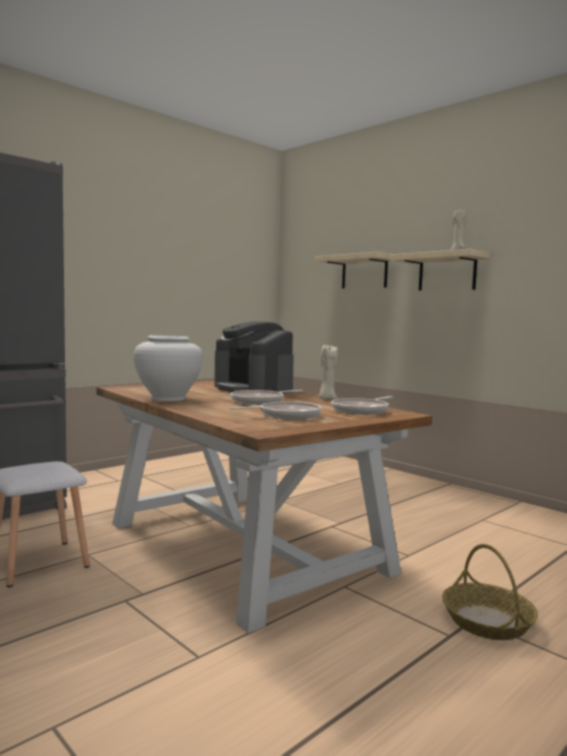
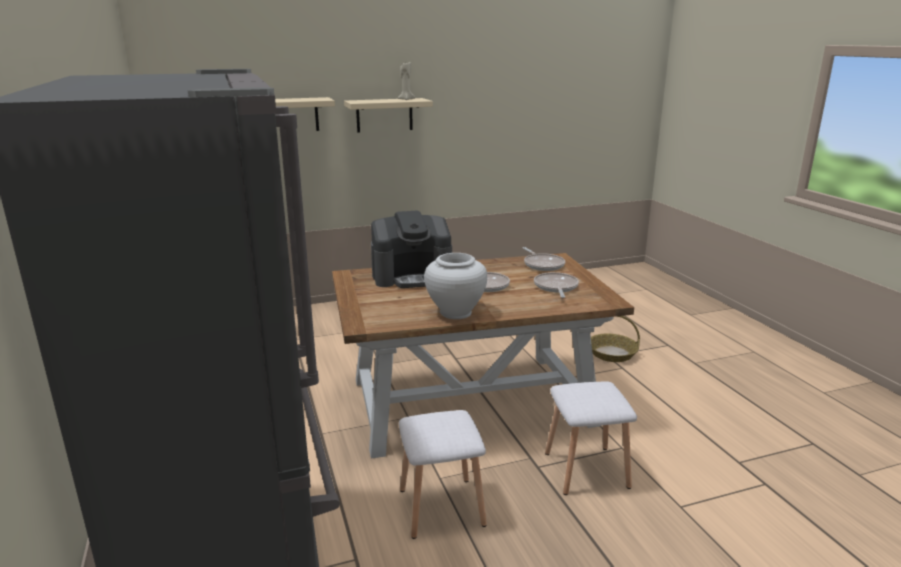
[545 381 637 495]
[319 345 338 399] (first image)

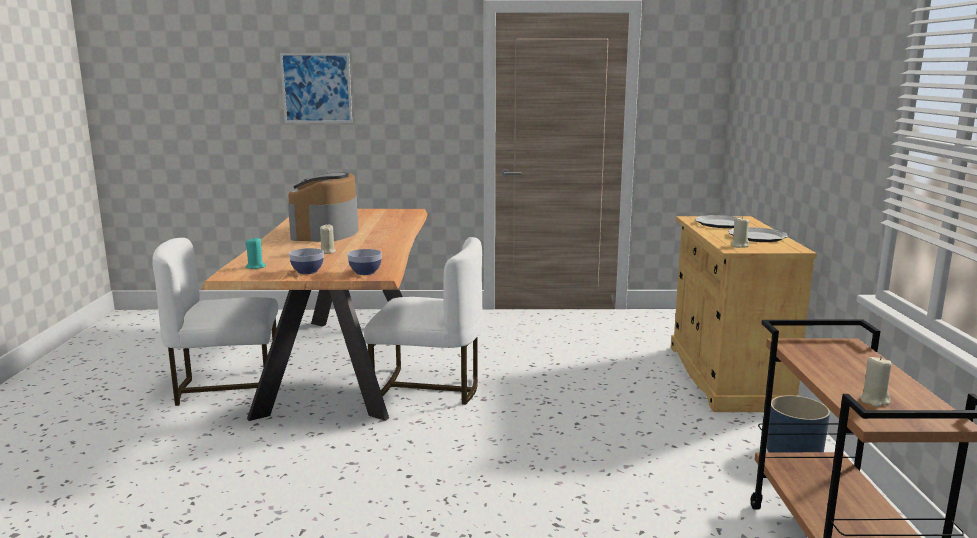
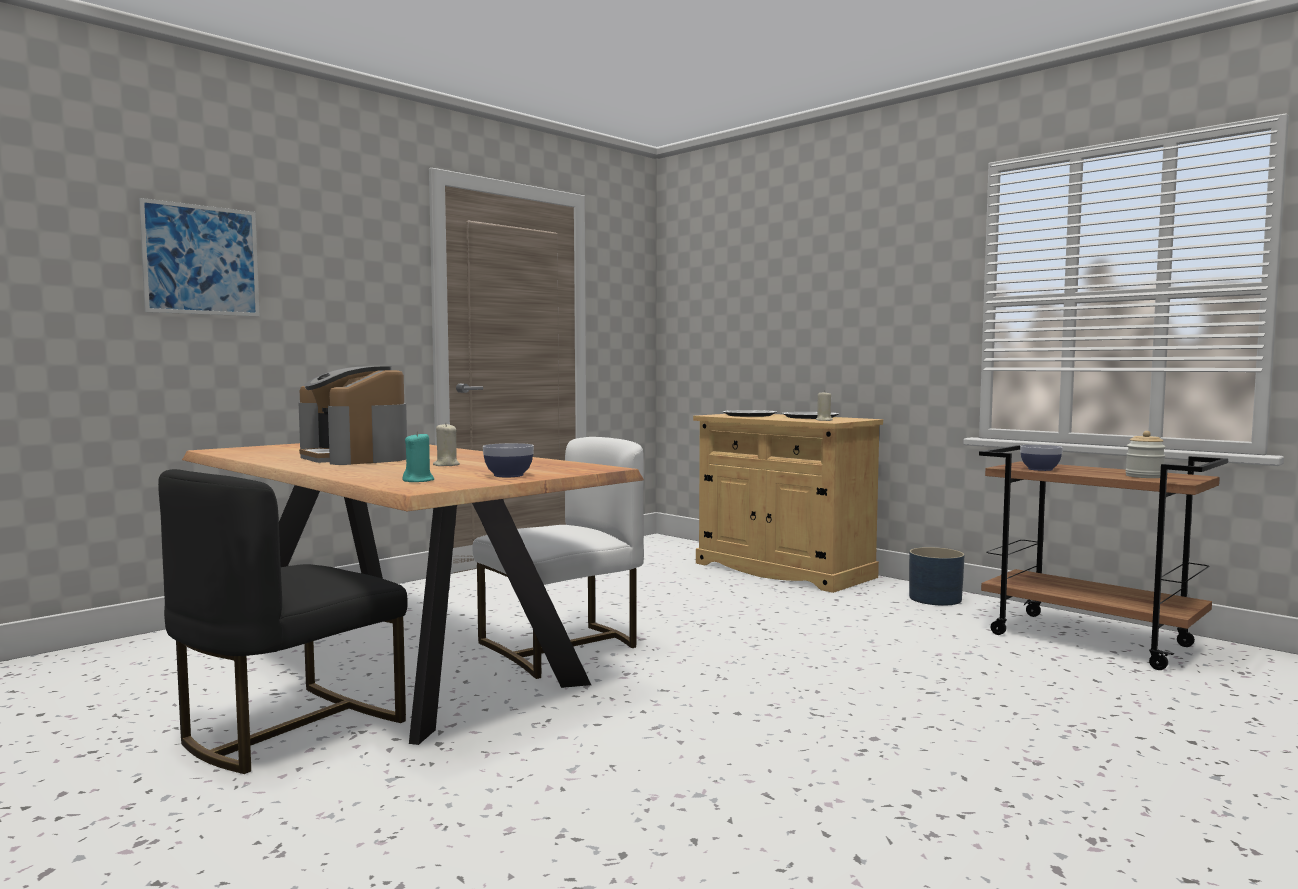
[158 469 408 774]
[1020 445 1063 471]
[1125 431 1166 478]

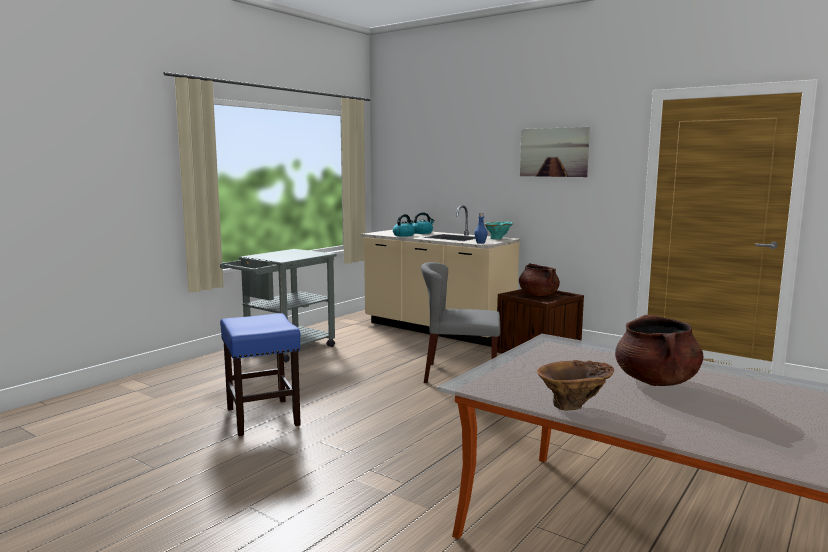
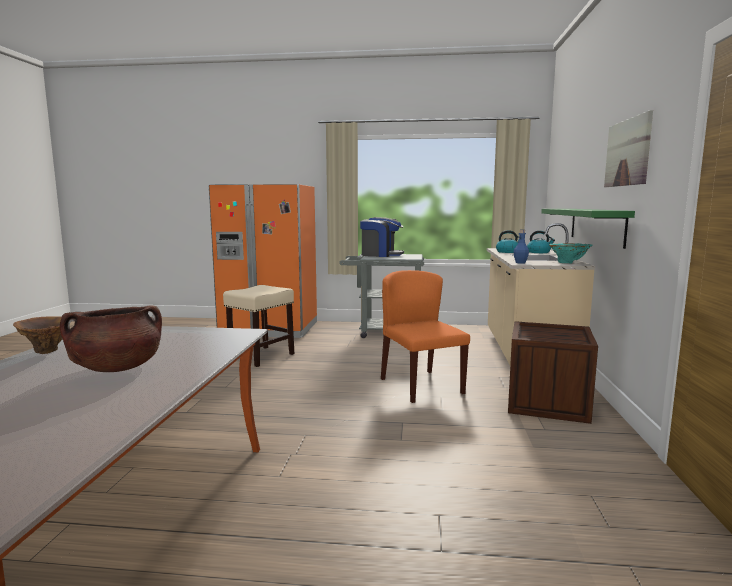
[209 184 317 338]
[223 285 294 367]
[360 217 404 257]
[381 270 470 403]
[541 209 635 249]
[519 263 560 296] (first image)

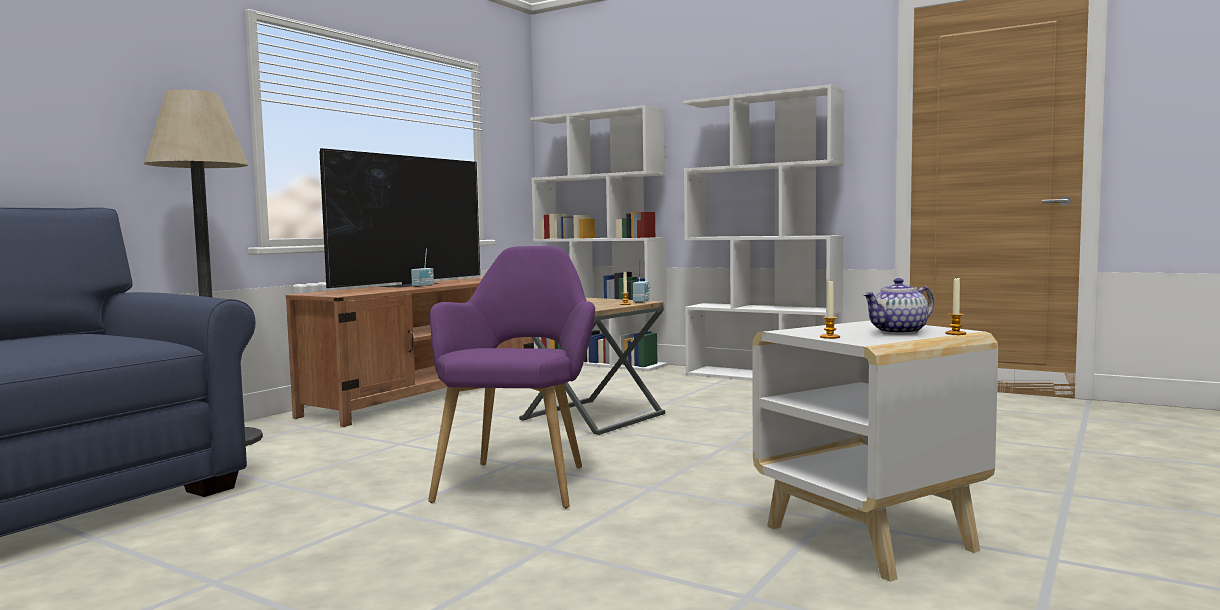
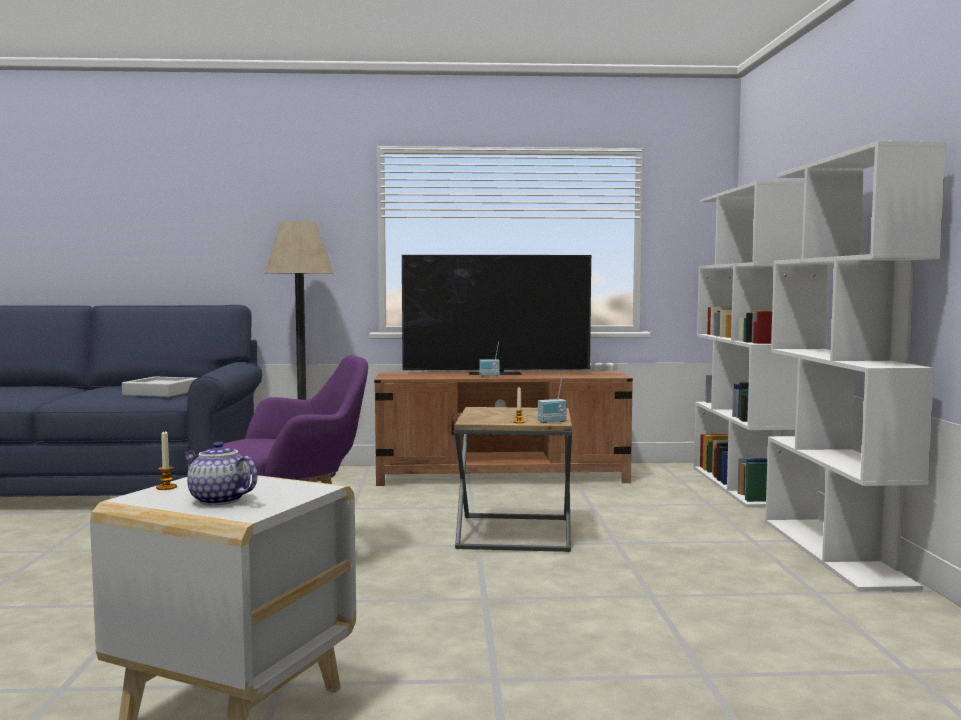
[122 376 197 397]
[945 278 966 335] (first image)

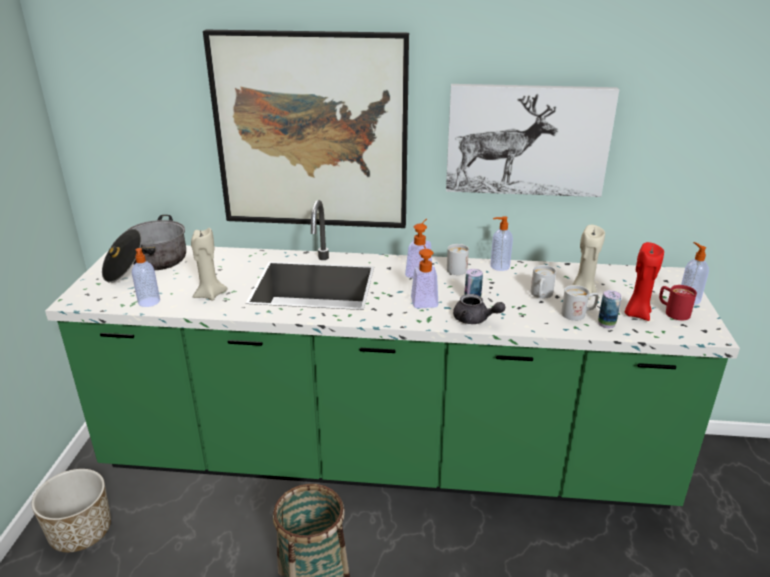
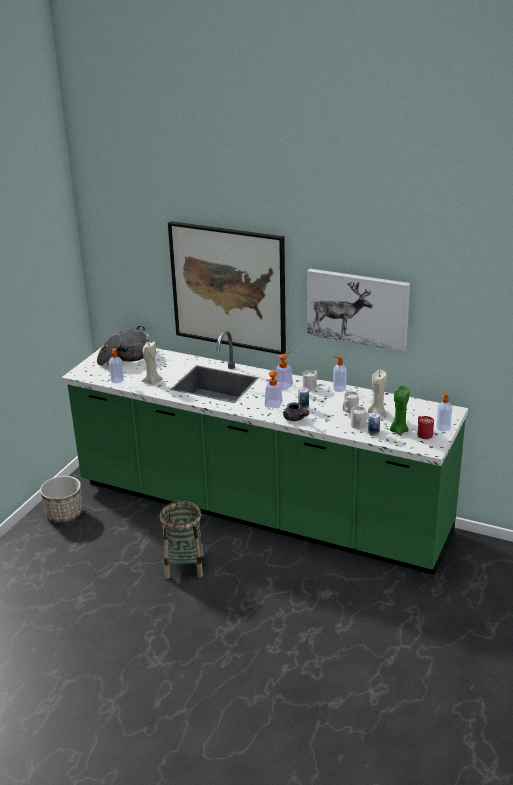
[390 386 409 436]

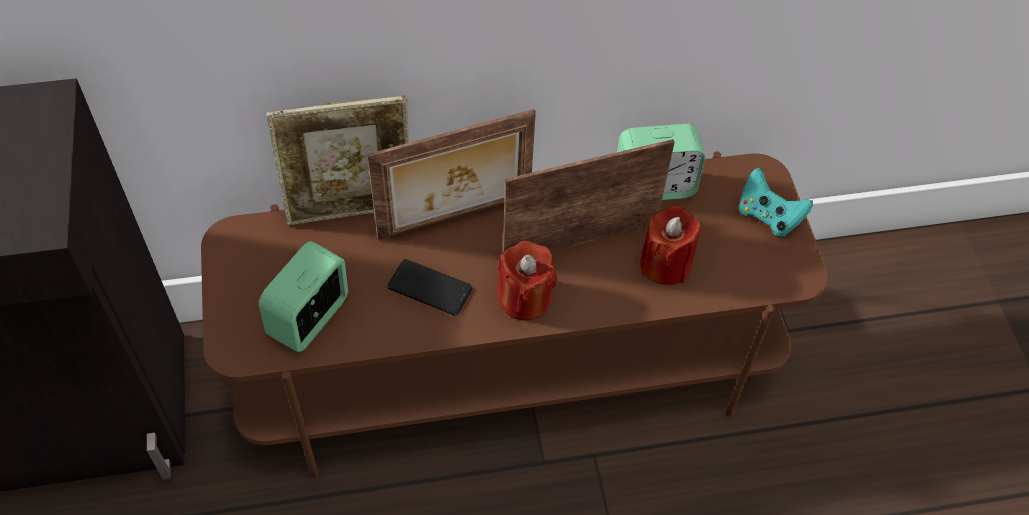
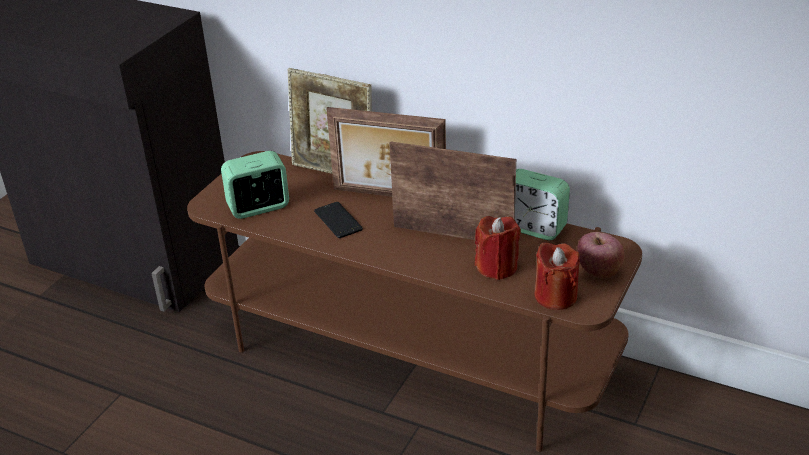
[534 242 580 310]
[577 232 624 278]

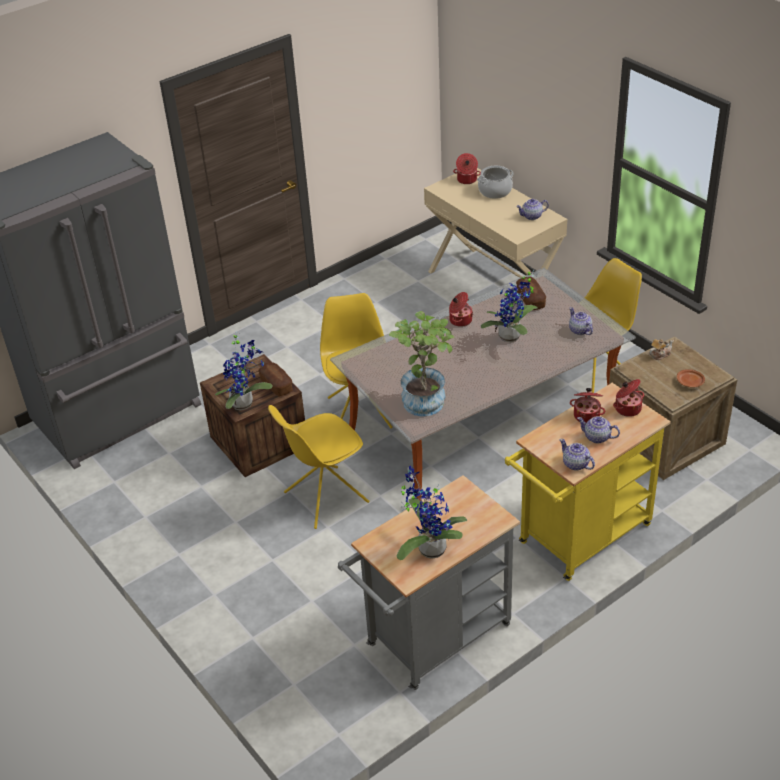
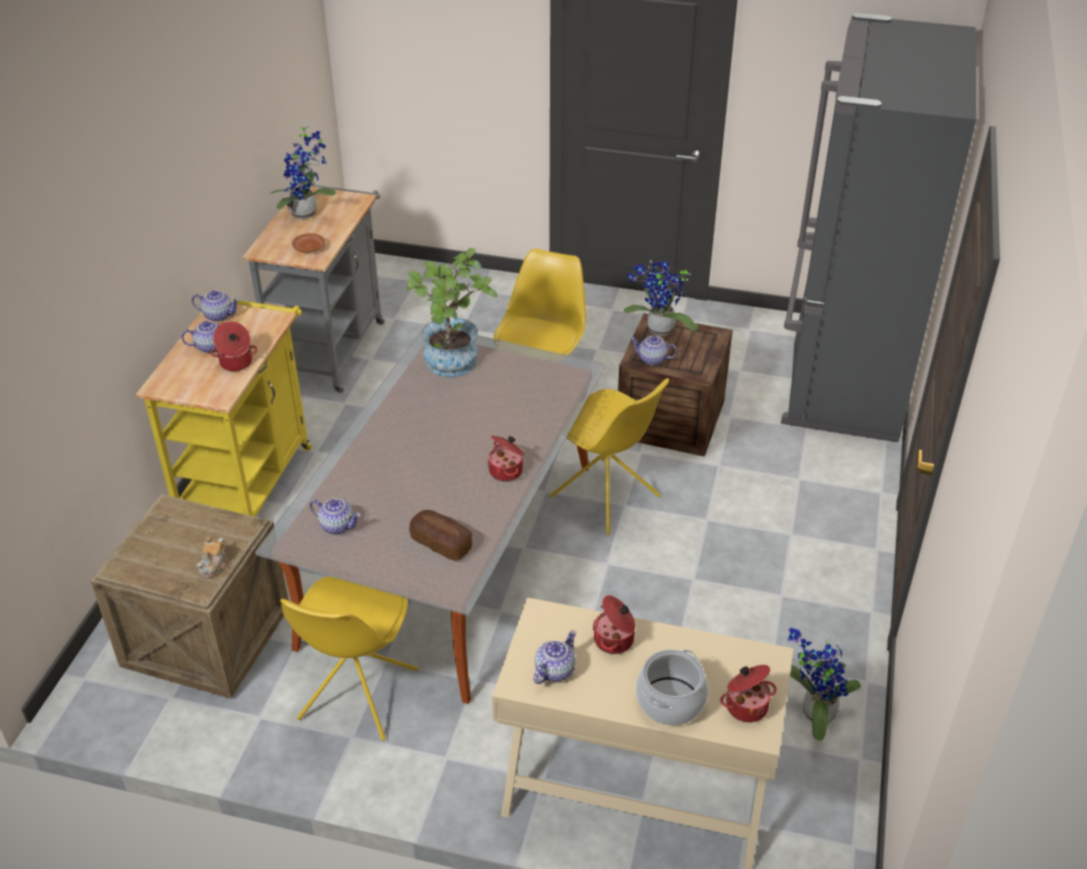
[292 233 325 253]
[592 595 635 654]
[630 336 677 365]
[788 628 861 741]

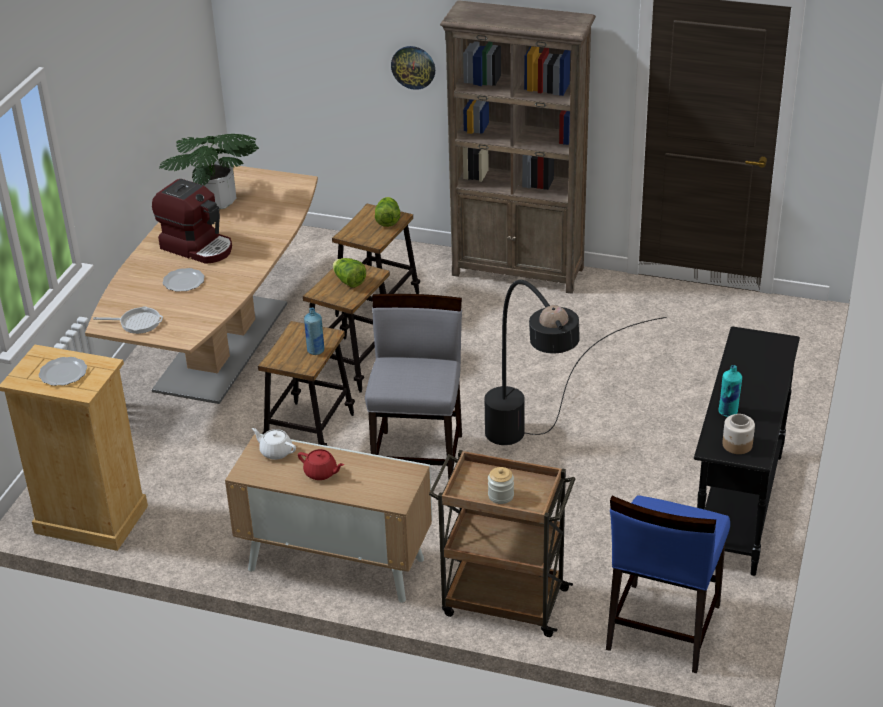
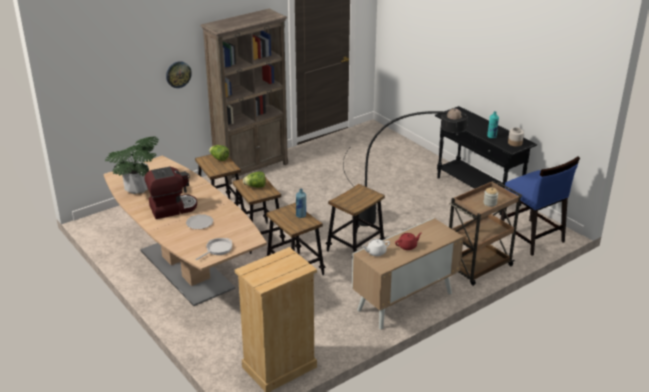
[326 184 386 253]
[39 357 87 386] (first image)

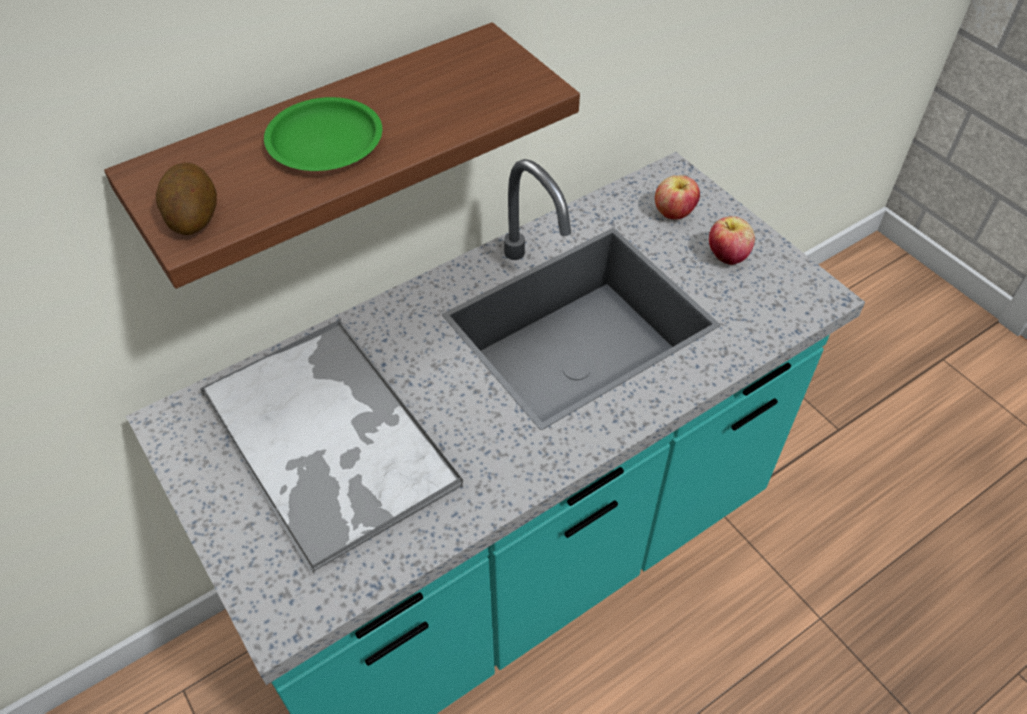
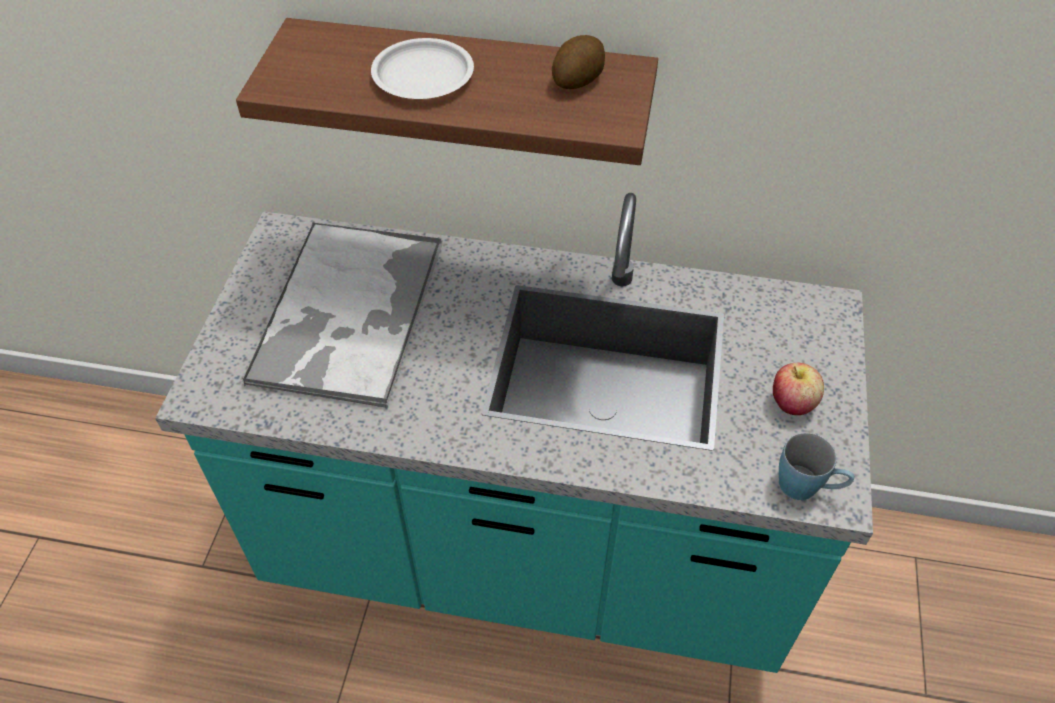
[371 38 474 99]
[552 35 605 89]
[779 433 855 500]
[655 175 700 219] (first image)

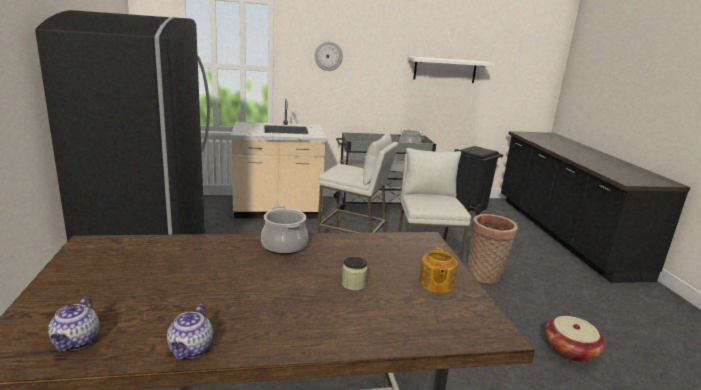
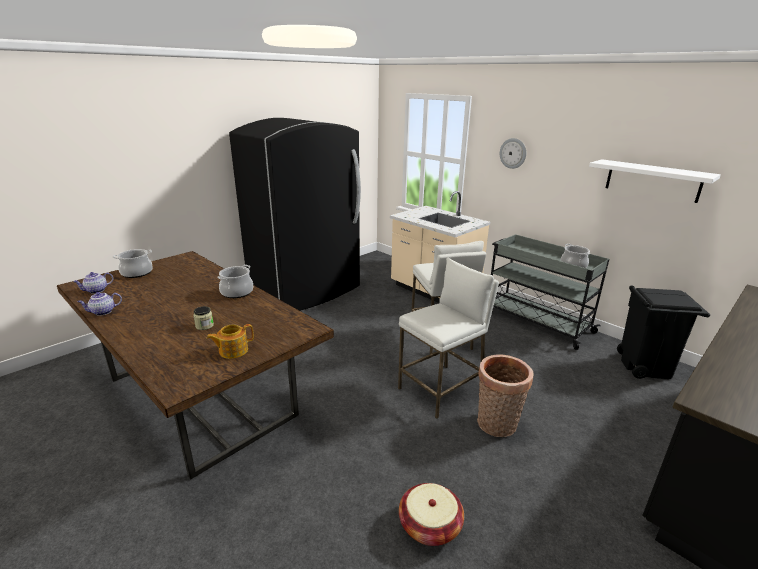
[112 249 153 278]

